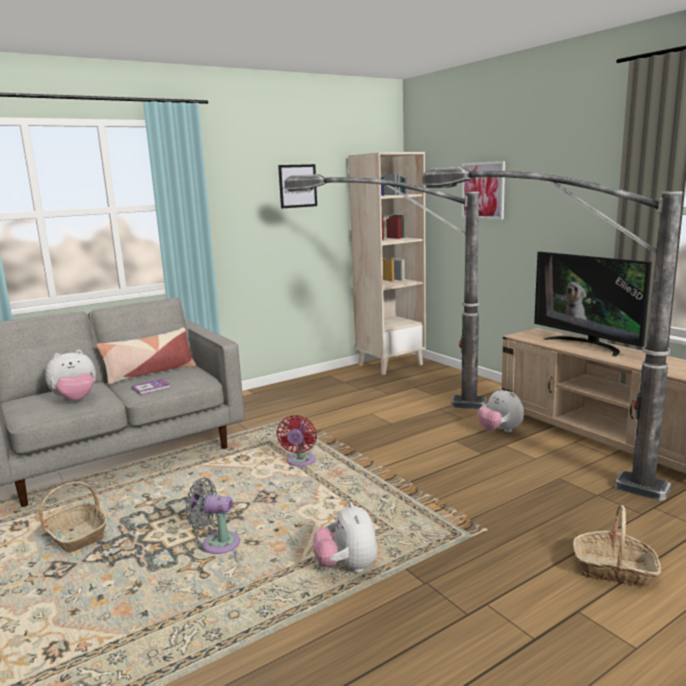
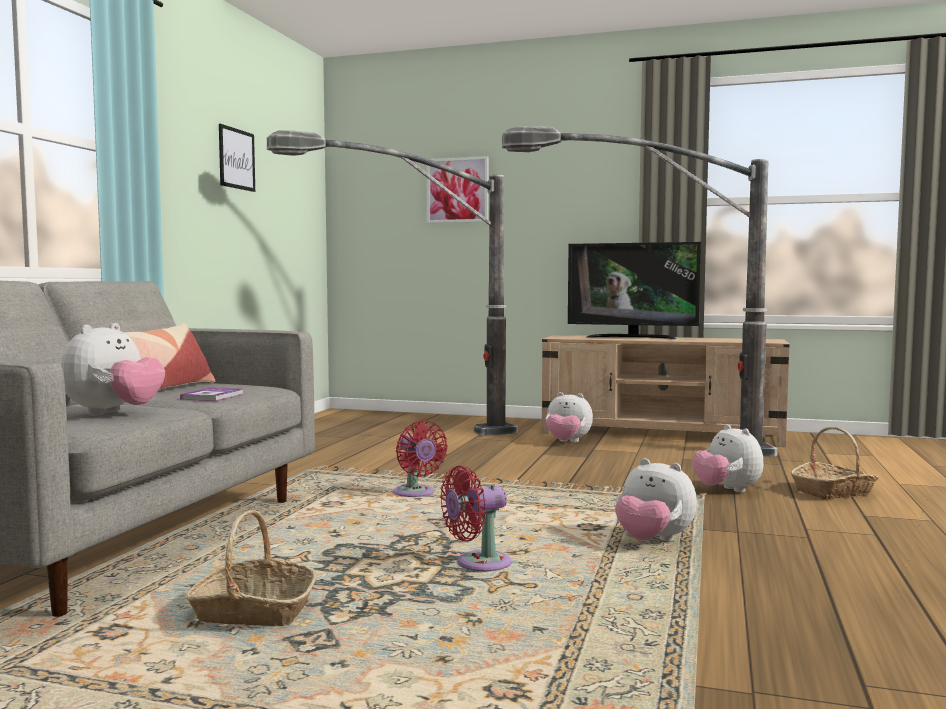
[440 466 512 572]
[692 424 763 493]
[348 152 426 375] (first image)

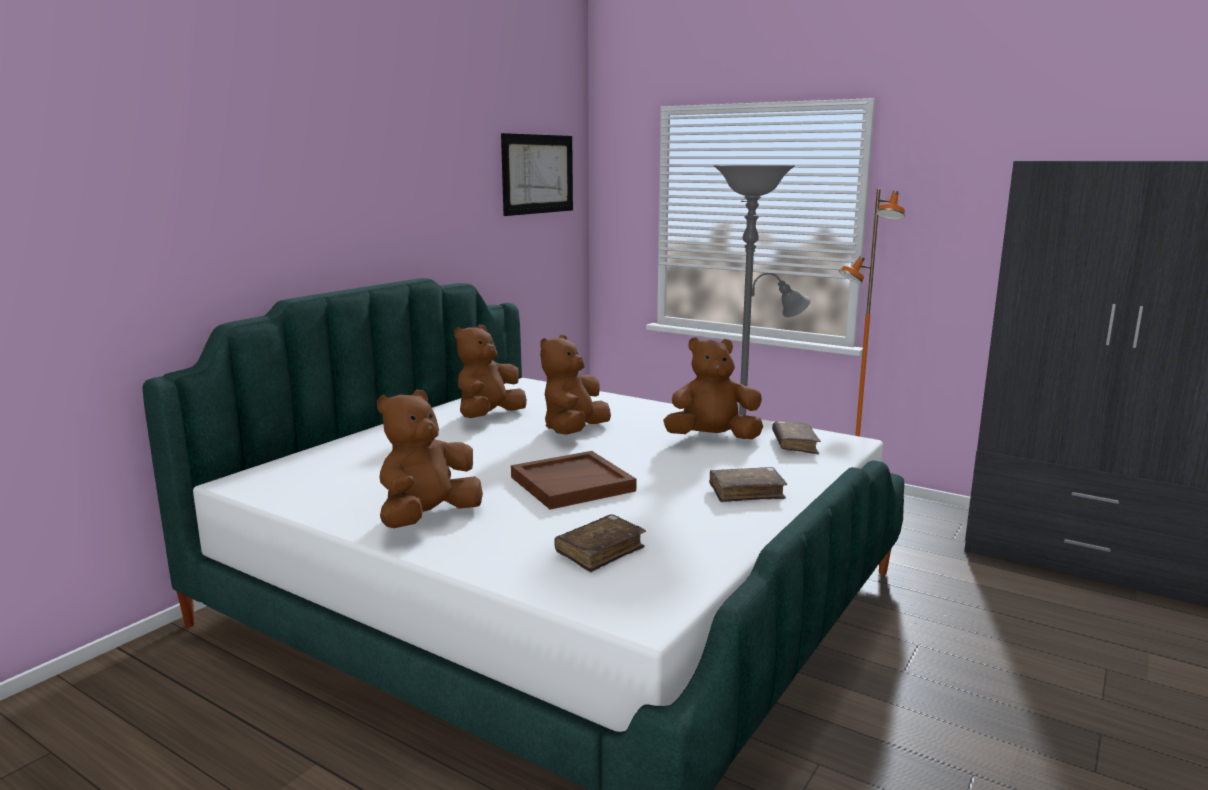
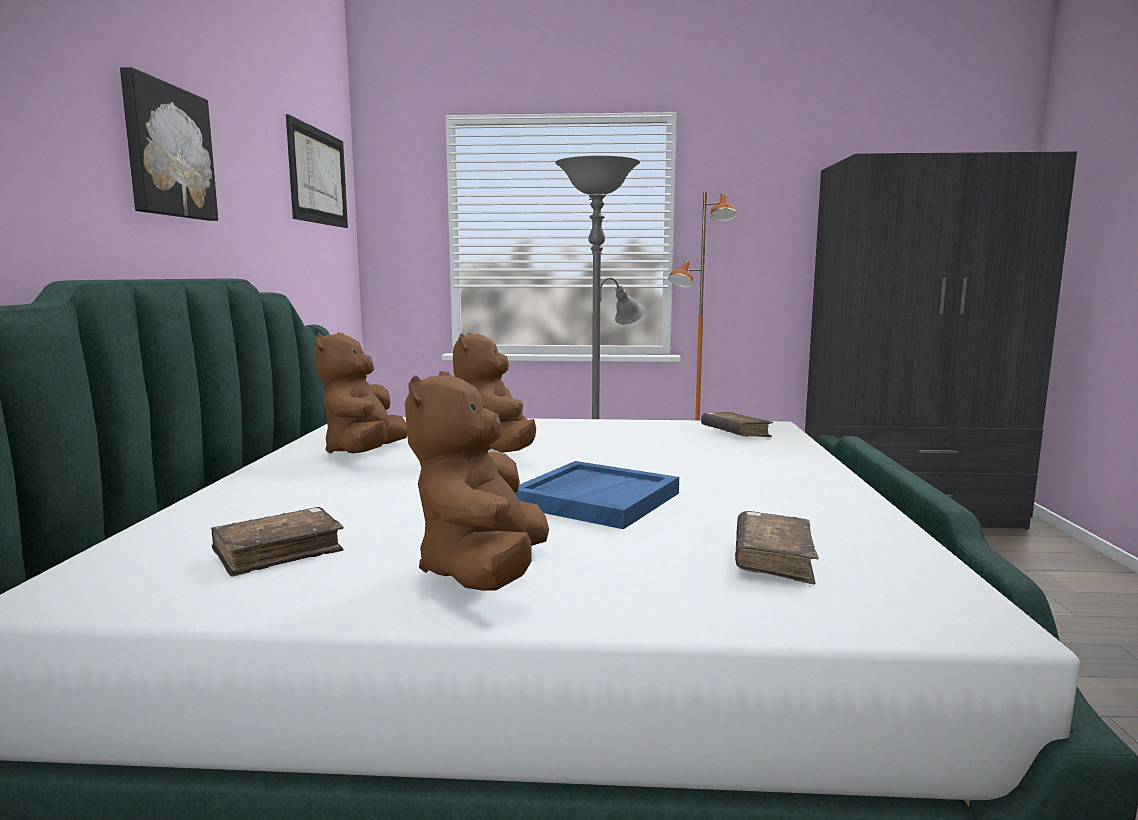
[120 67 218 221]
[211 507 344 577]
[515 461 679 529]
[663 337 763 440] (first image)

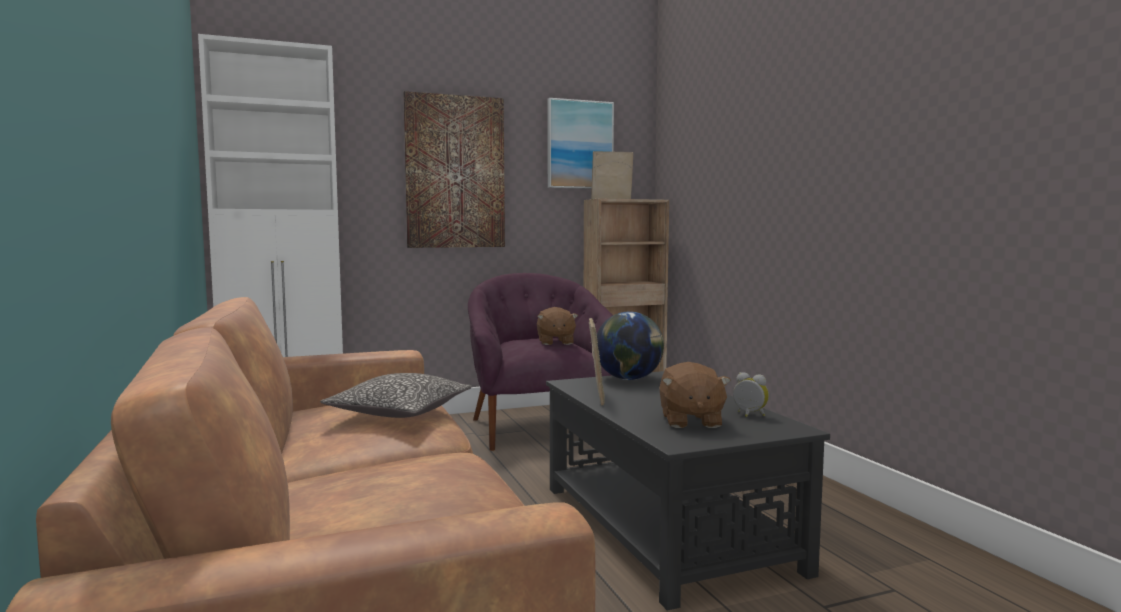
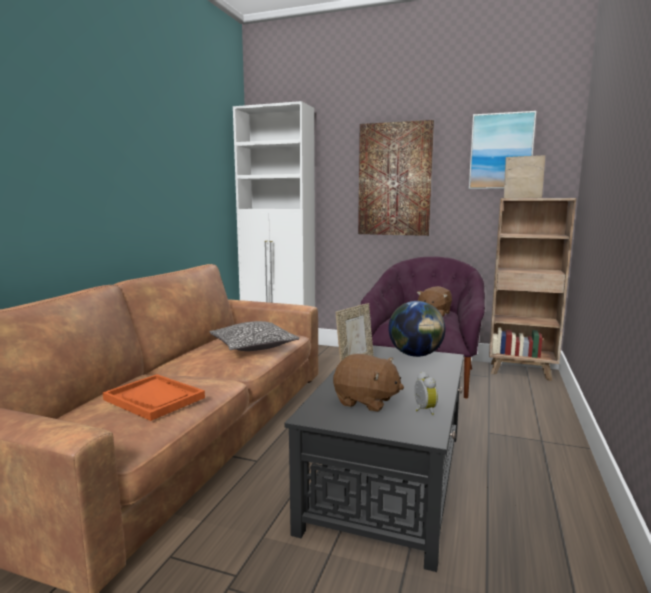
[103 374 205 421]
[333 354 404 412]

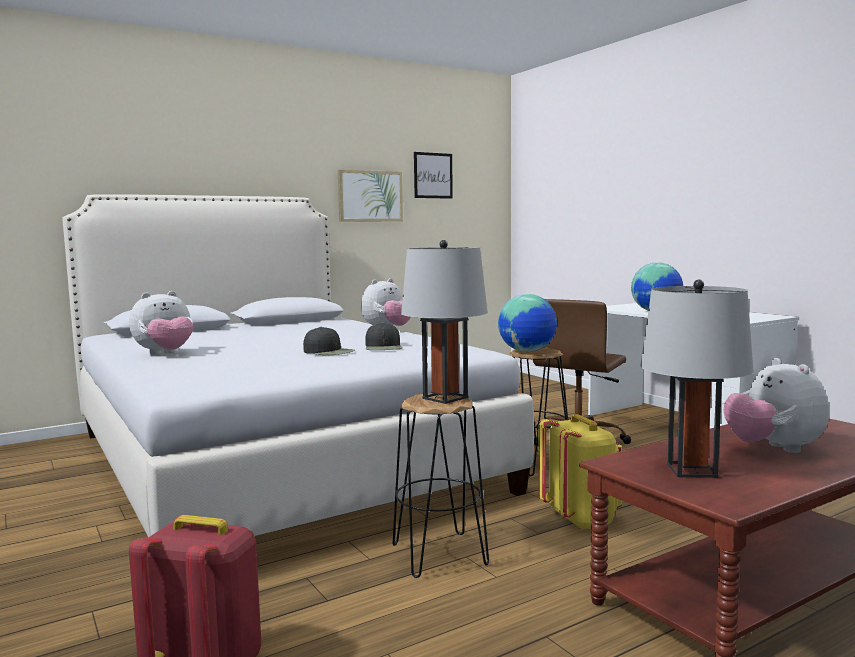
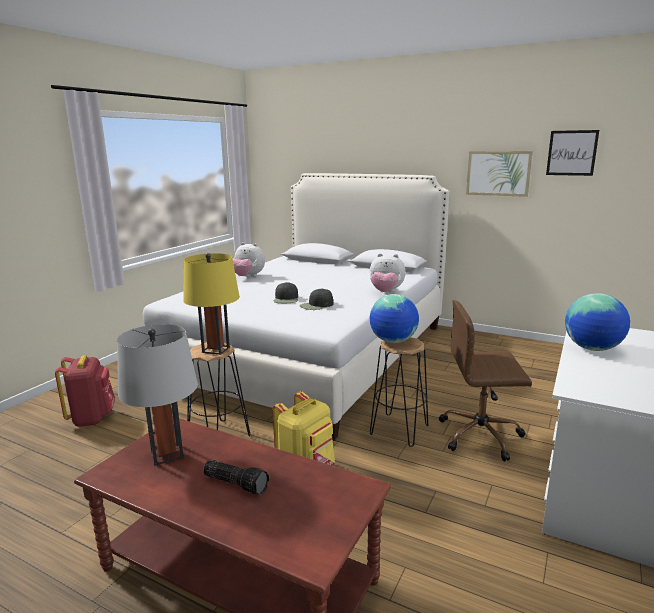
[183 253 240 355]
[203 460 269 495]

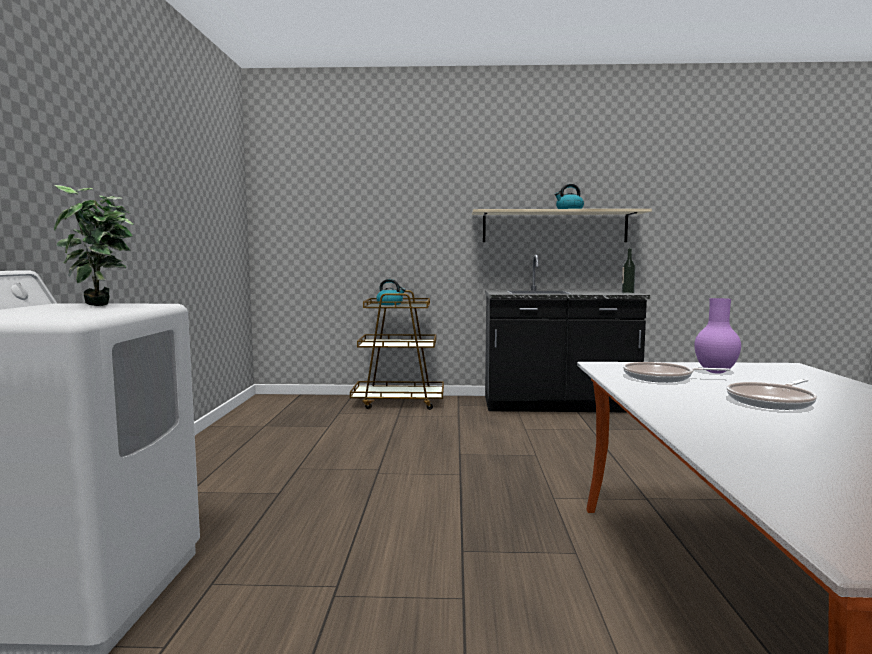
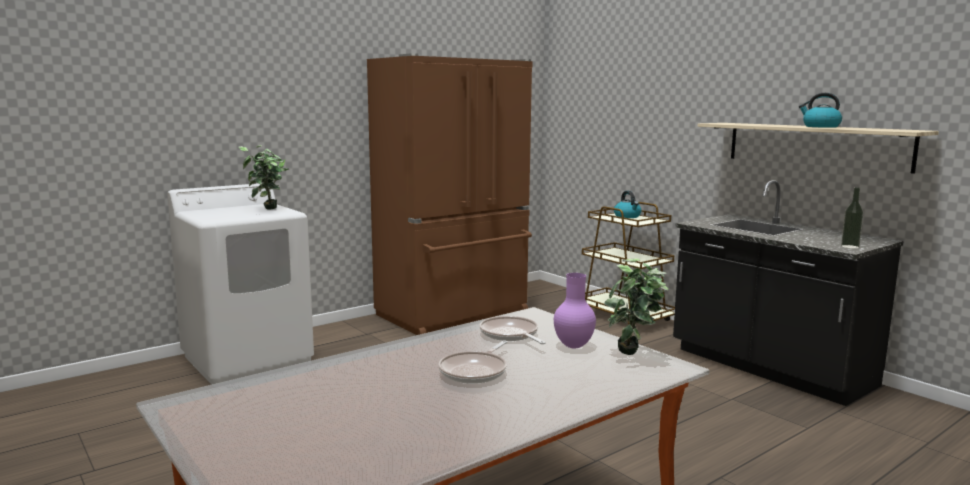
[367 53 533 335]
[438 340 507 384]
[604 258 669 355]

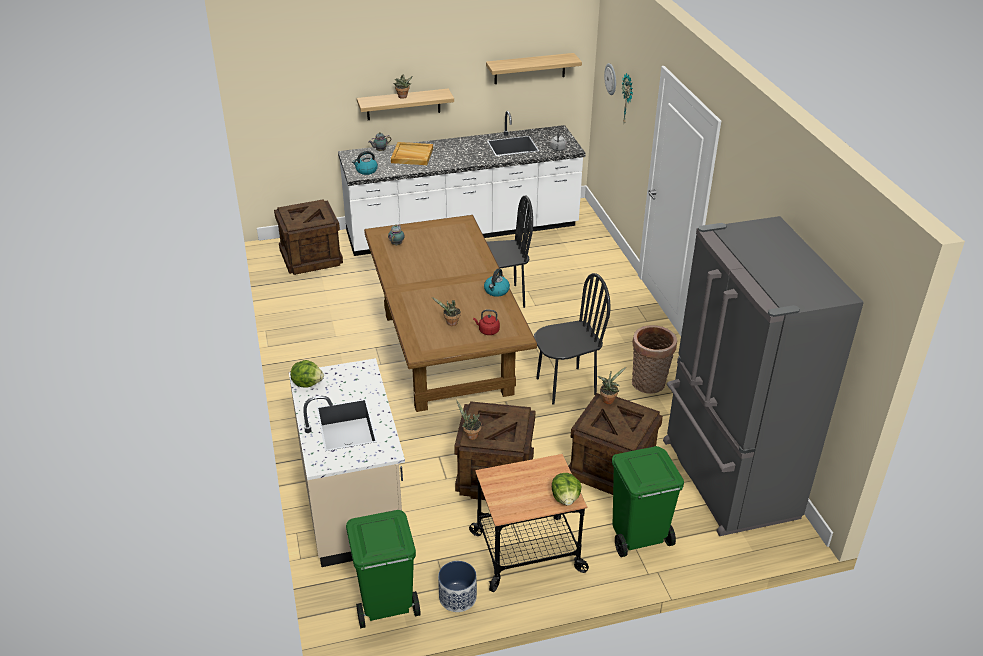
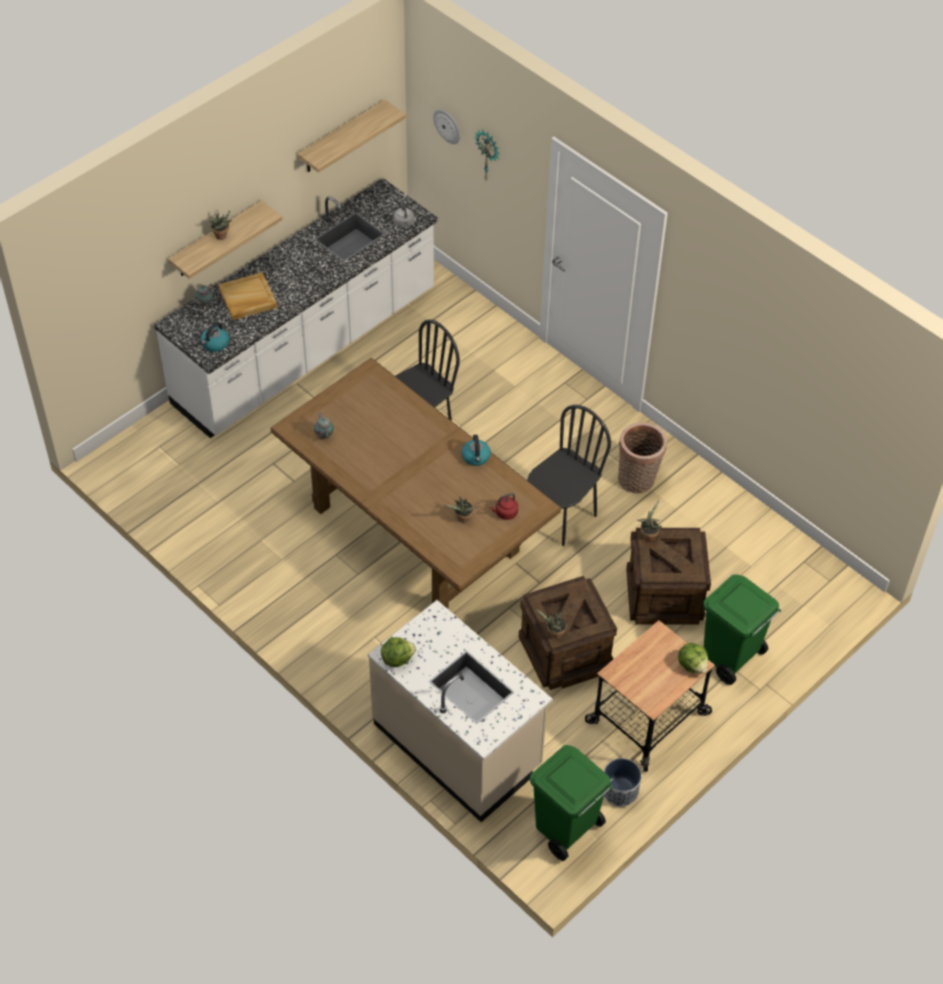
[274 200 343 275] (first image)
[663 216 864 536] (first image)

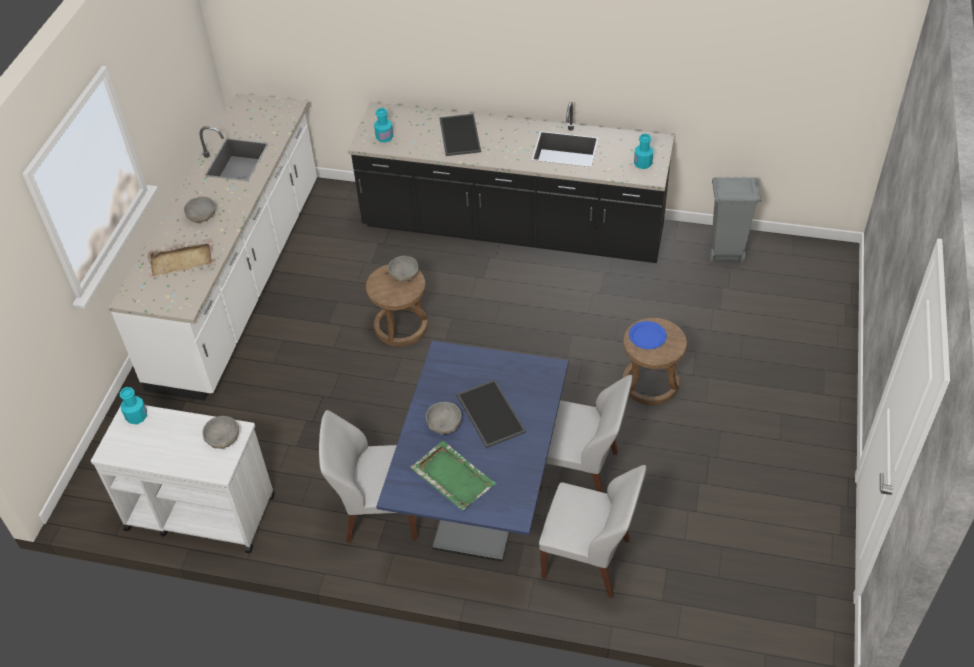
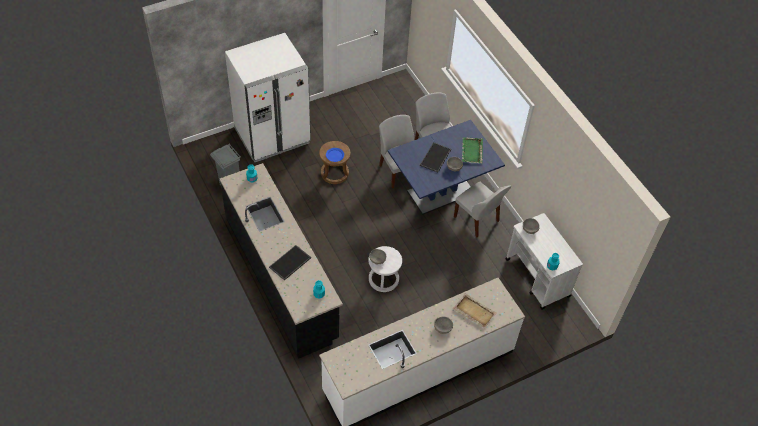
[225 33 311 162]
[368 246 402 292]

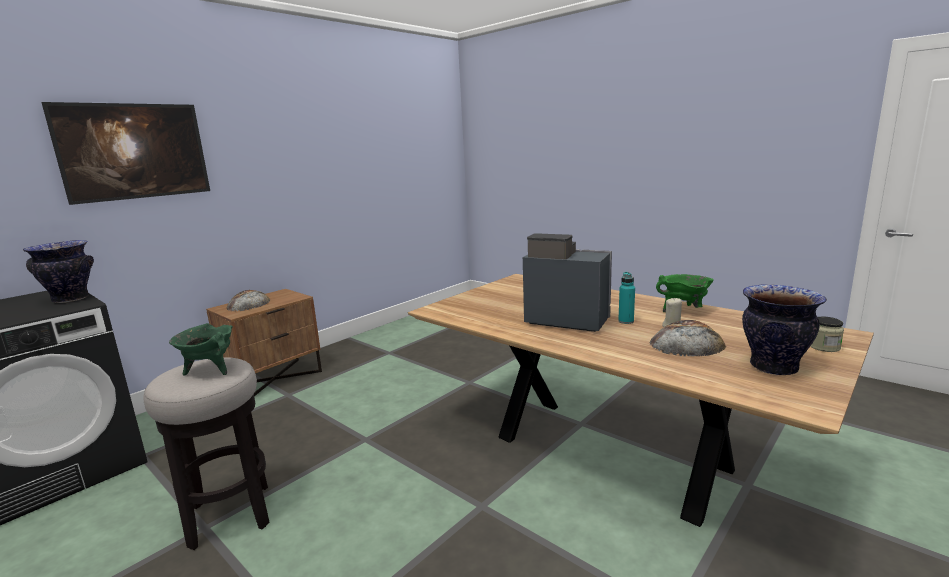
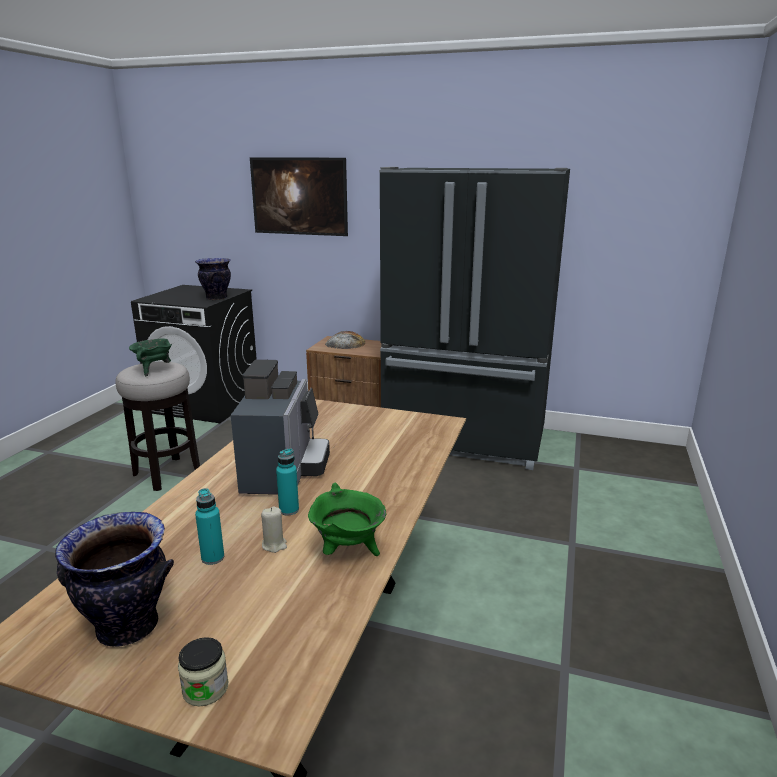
[195 488 224 565]
[379 167 570 470]

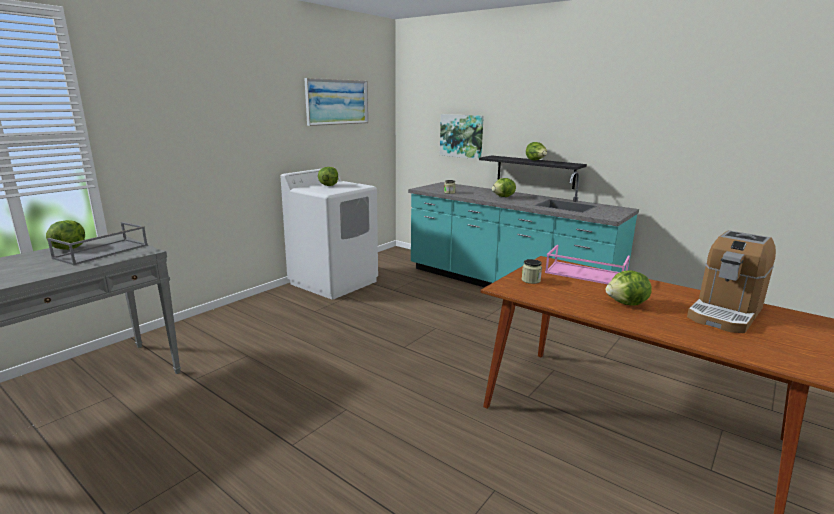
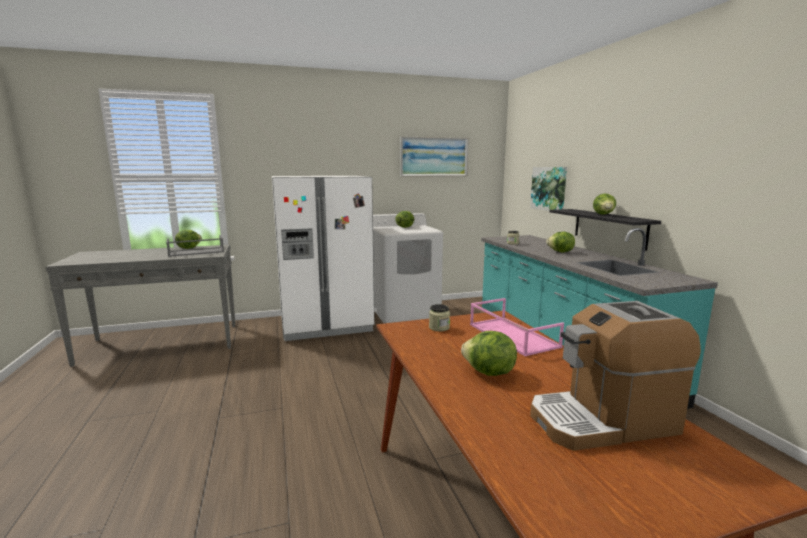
[272 176 375 341]

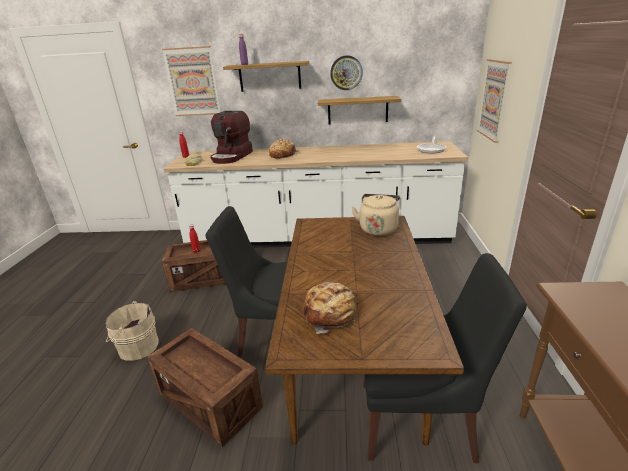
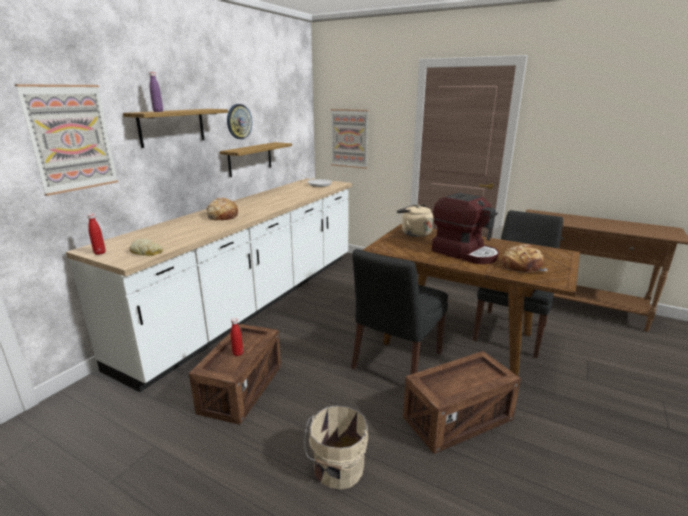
[432 193 499 264]

